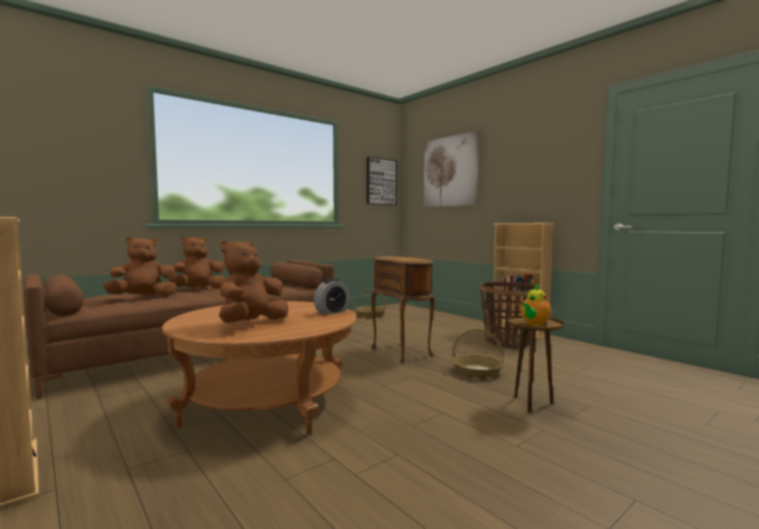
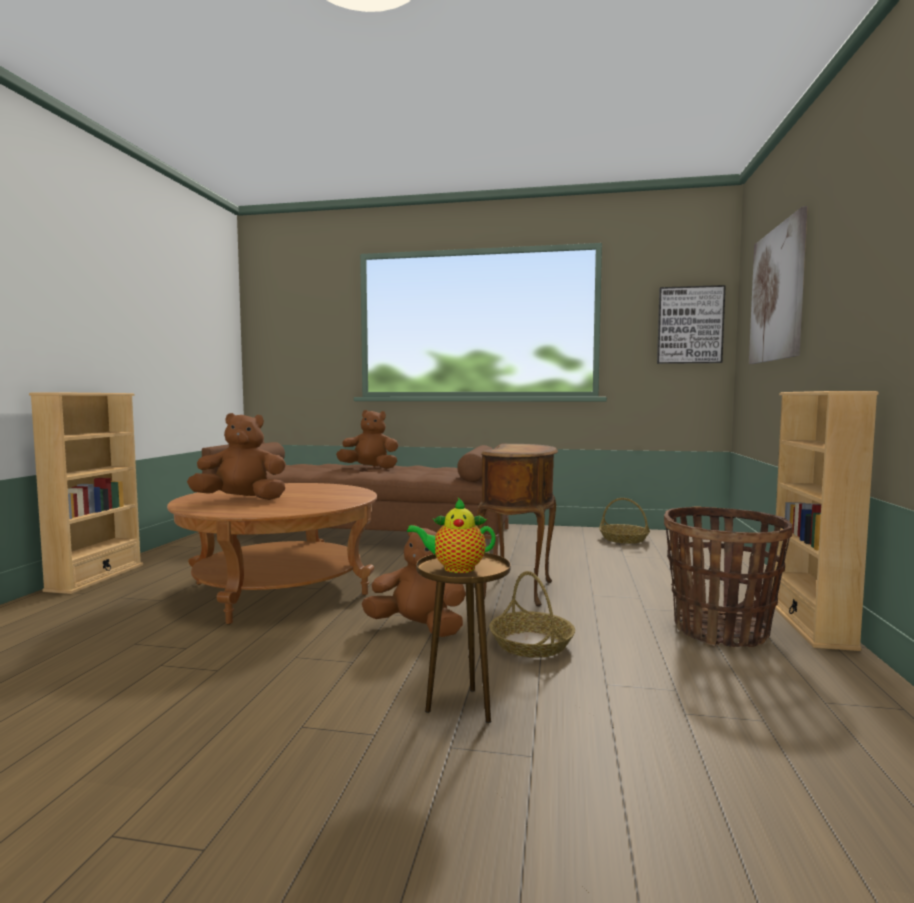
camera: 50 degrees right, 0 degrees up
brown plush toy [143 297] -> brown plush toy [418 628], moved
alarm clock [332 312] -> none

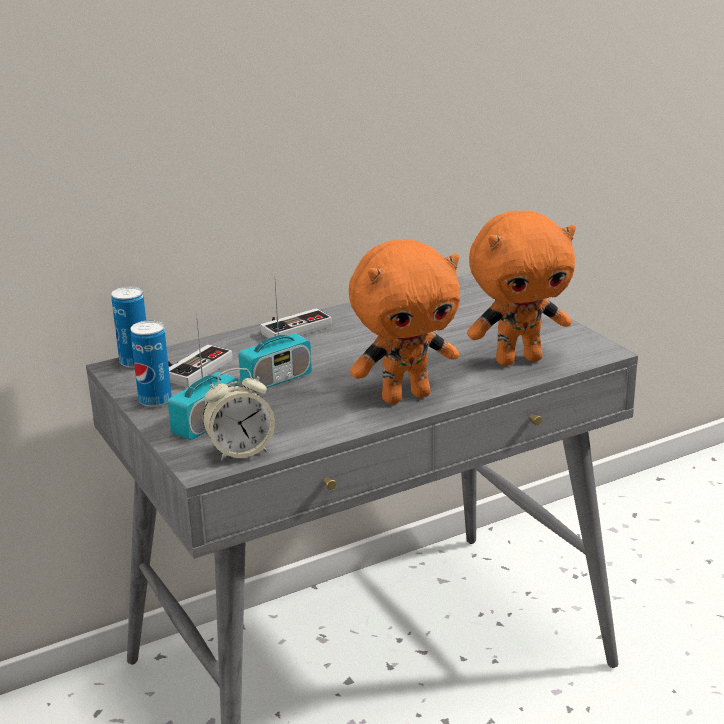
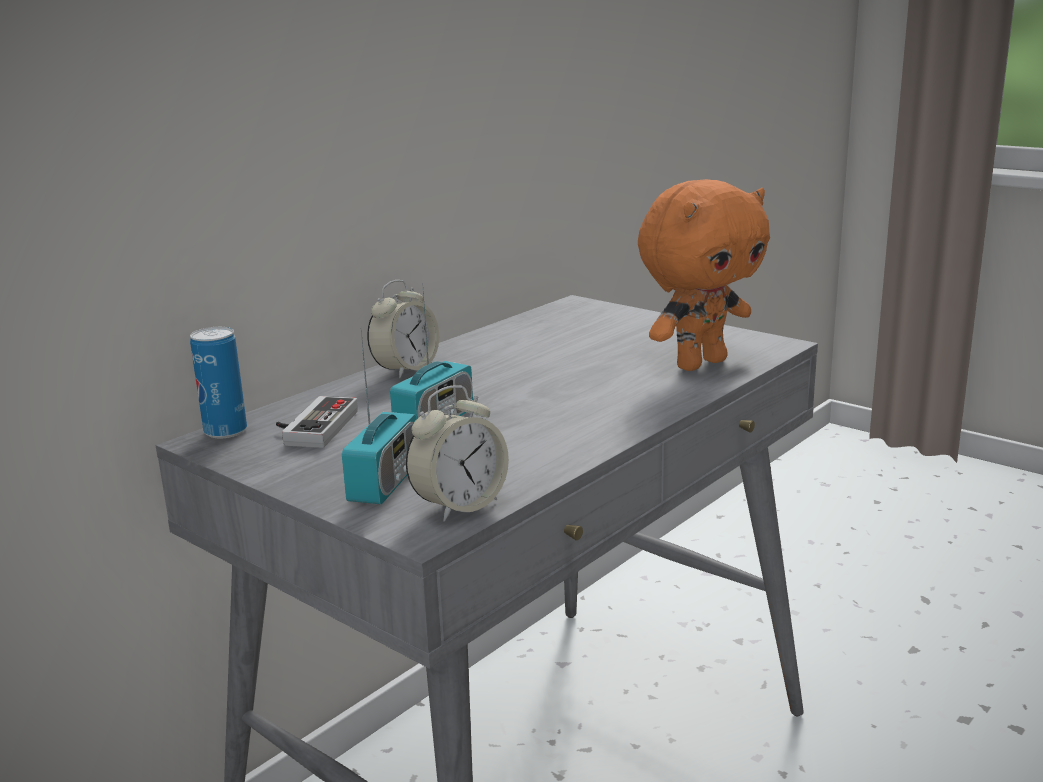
camera: 20 degrees left, 5 degrees down
can [155 400] -> none
game controller [293 327] -> alarm clock [406 369]
orange plush toy [405 396] -> none

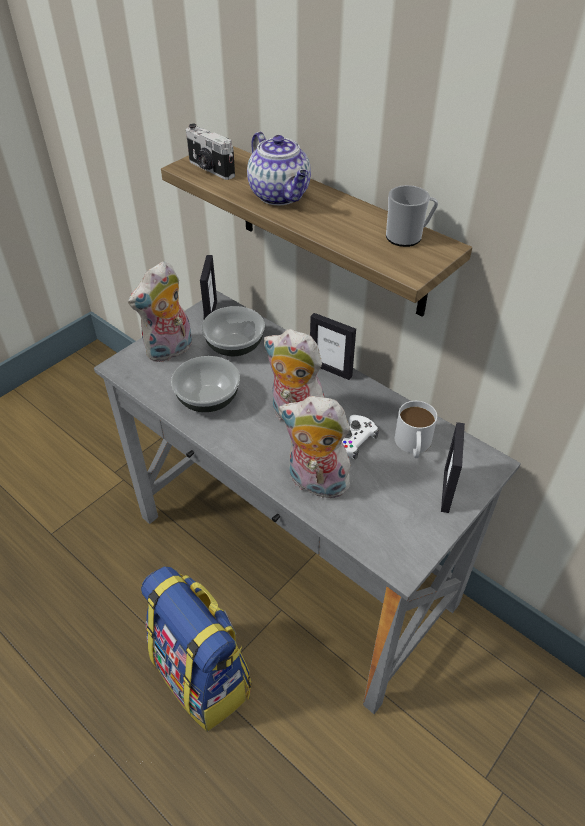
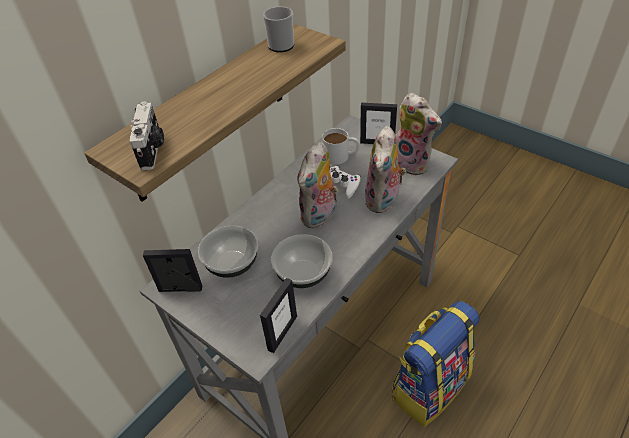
camera: 90 degrees left, 0 degrees up
plush toy [170 351] -> plush toy [413 163], moved
photo camera [210 169] -> photo camera [153 149], 45 degrees counterclockwise
teapot [280 196] -> none
picture frame [330 369] -> picture frame [282 333], moved

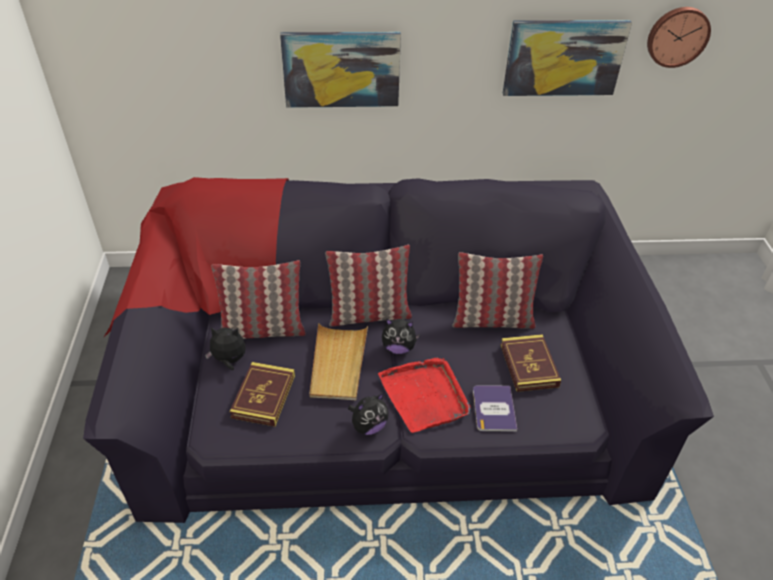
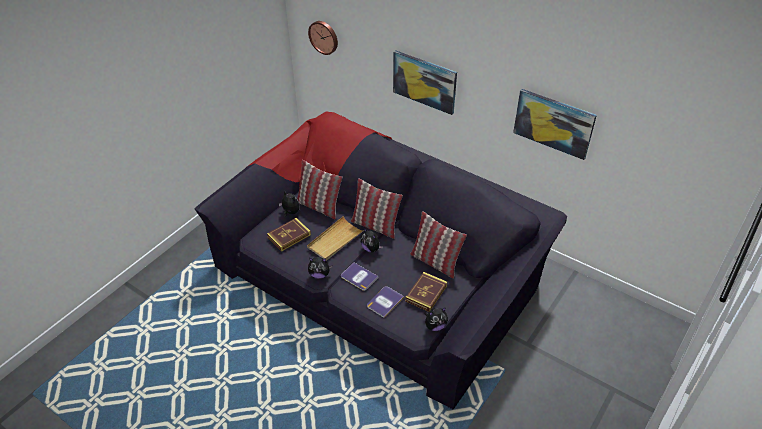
camera: 40 degrees right, 0 degrees up
red tray [425 396] -> book [358 277]
wall clock [677 36] -> wall clock [324 37], moved
none -> plush toy [435 326]

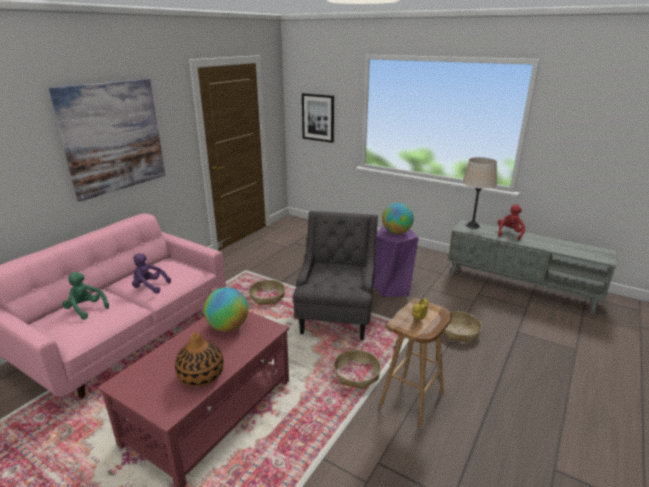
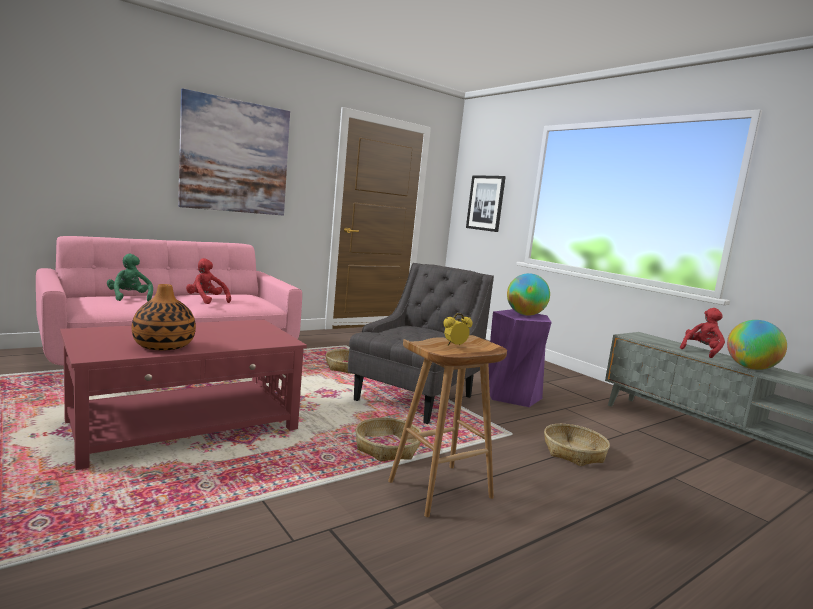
camera: 20 degrees right, 15 degrees down
purple plush toy [149 287] -> red plush toy [206 300]
globe [228 327] -> globe [750 368], moved
beige table lamp [472 225] -> none

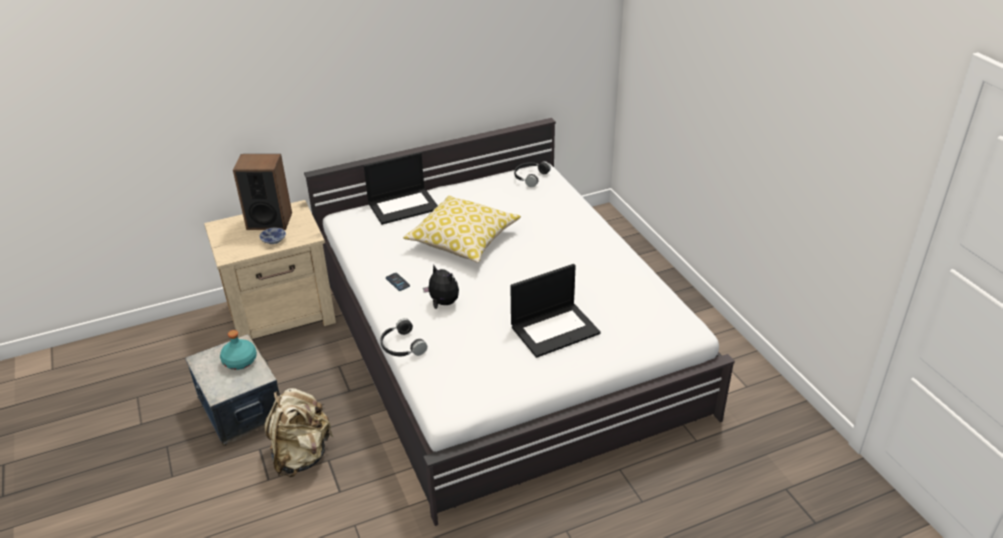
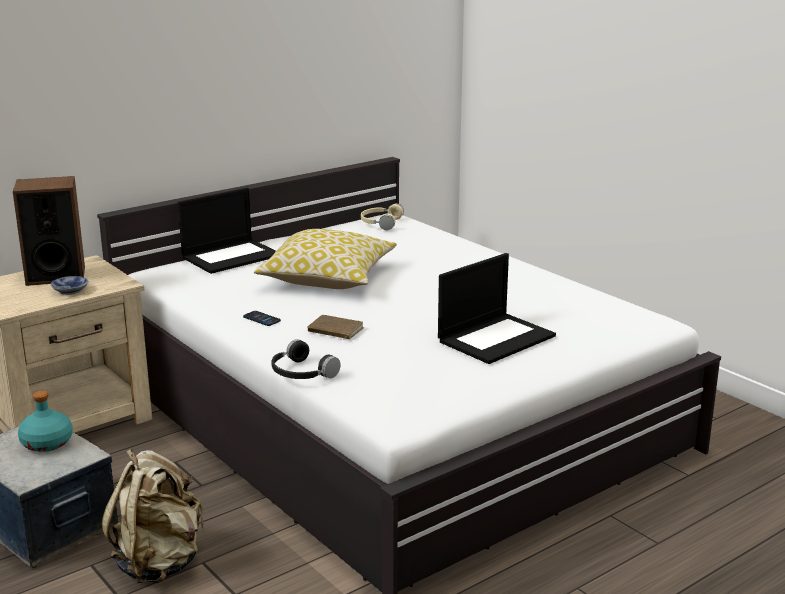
camera: 15 degrees left, 15 degrees down
plush toy [442 303] -> brown book [334 331]
black headphones [530 177] -> beige headphones [380 223]

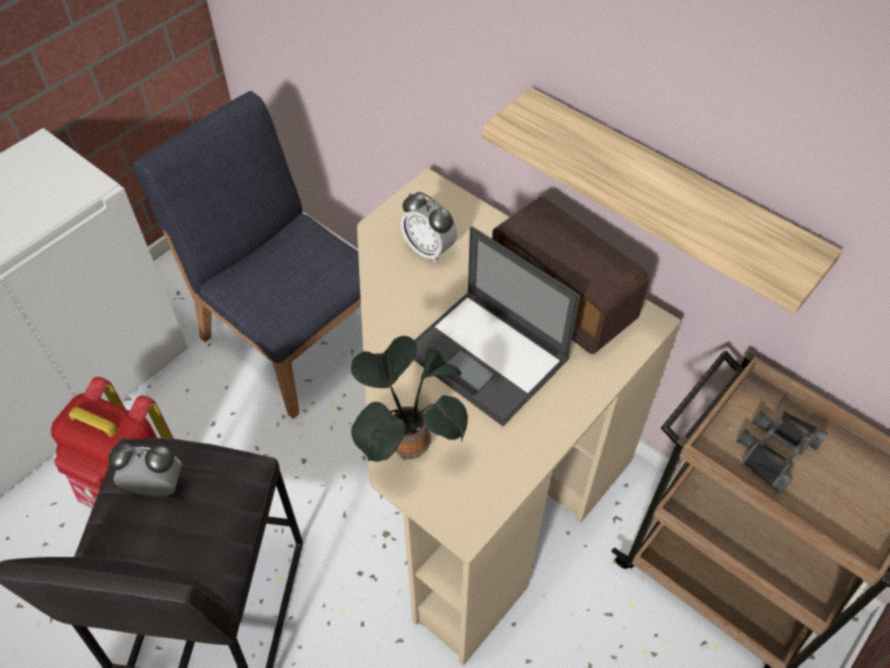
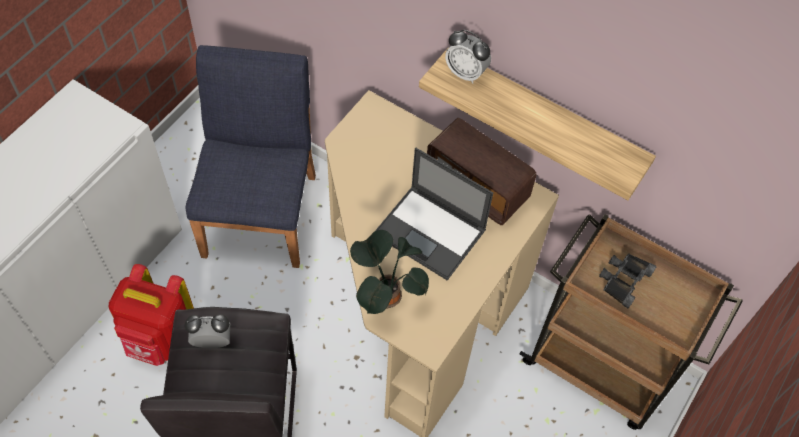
camera: 10 degrees left, 5 degrees up
blue chair [291 337] -> blue chair [261 213], 60 degrees clockwise
alarm clock [429 249] -> alarm clock [465 73], moved

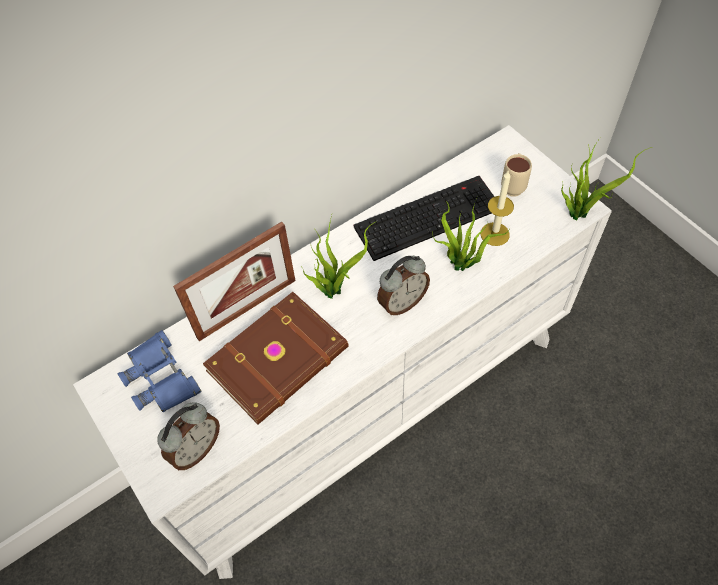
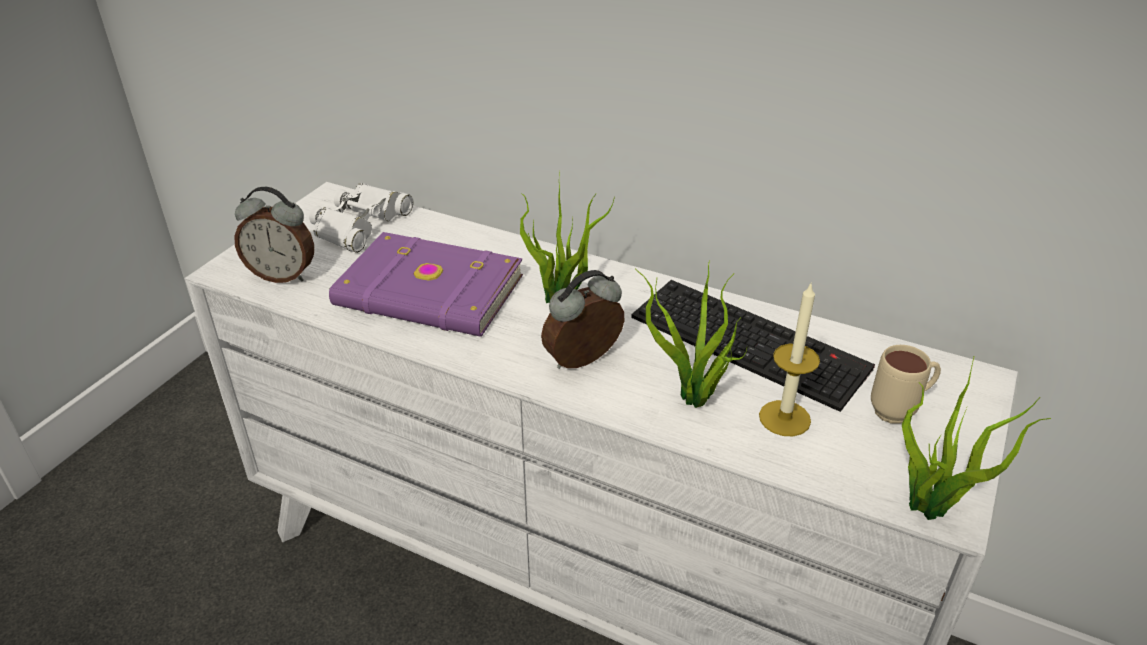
camera: 60 degrees right, 20 degrees down
blue binoculars [161 378] -> white binoculars [360 225]
picture frame [247 308] -> none
brown book [280 360] -> purple book [429 293]
alarm clock [402 302] -> alarm clock [584 362], 120 degrees clockwise

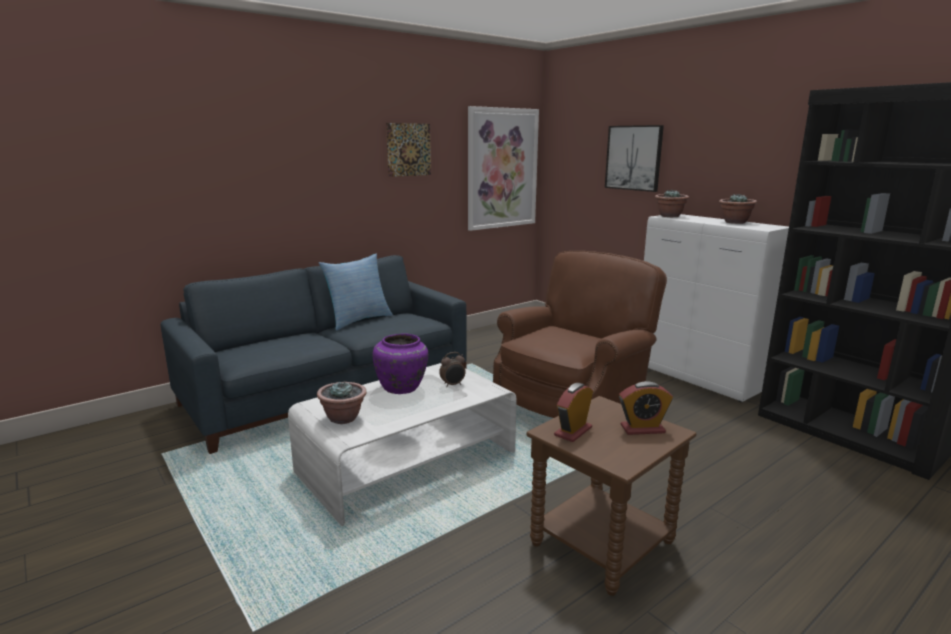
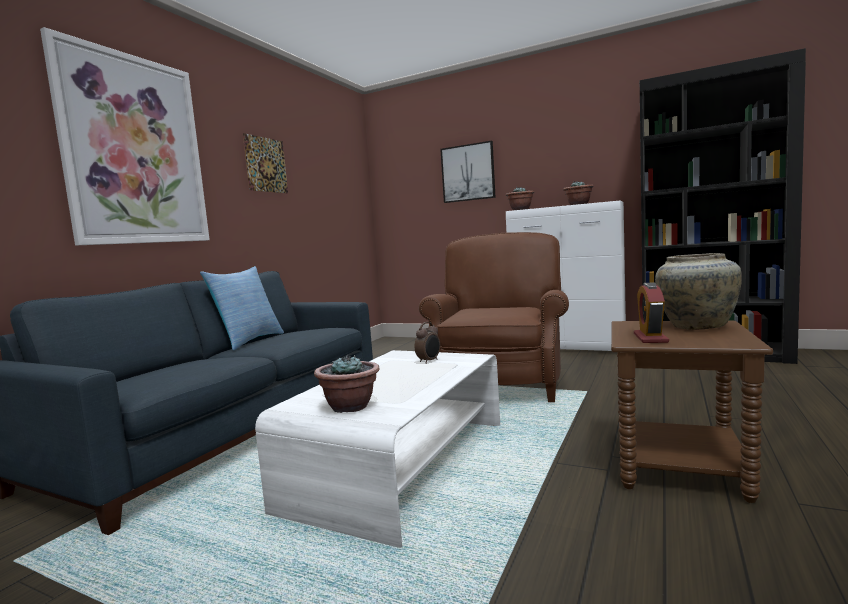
camera: 25 degrees left, 10 degrees down
purple vase [402 388] -> none
picture [502 168] -> picture [135 150], moved
alarm clock [642 429] -> beige vase [696 326]

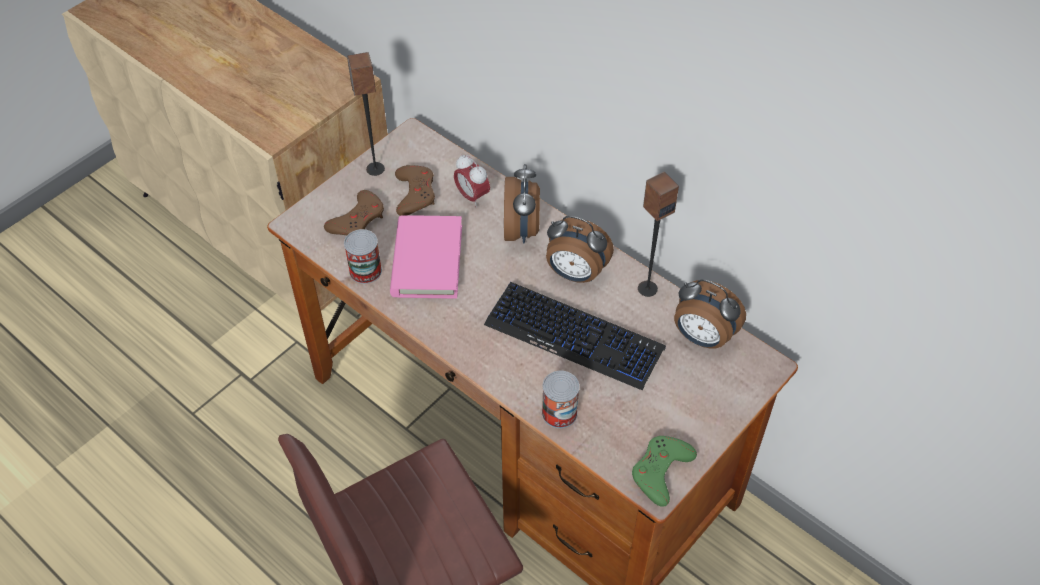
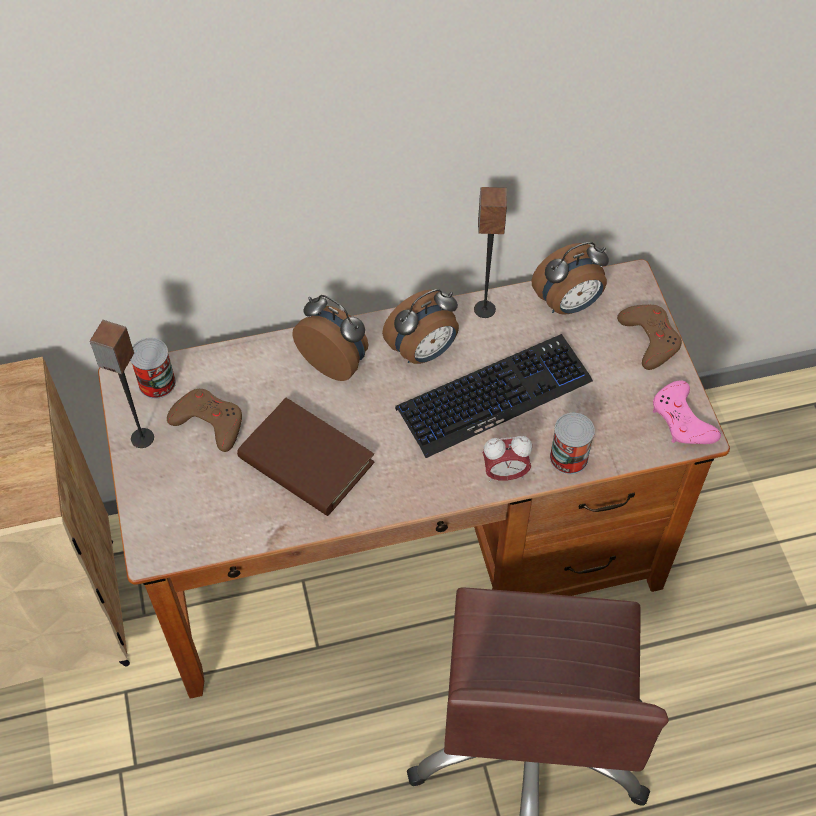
camera: 55 degrees left, 5 degrees up
brown game controller [357 220] -> brown game controller [649 339], moved
can [365 271] -> can [157 383], moved
pink book [427 261] -> brown book [306 461]
alarm clock [472 197] -> alarm clock [505 474], moved
green game controller [661 471] -> pink game controller [682 420]

